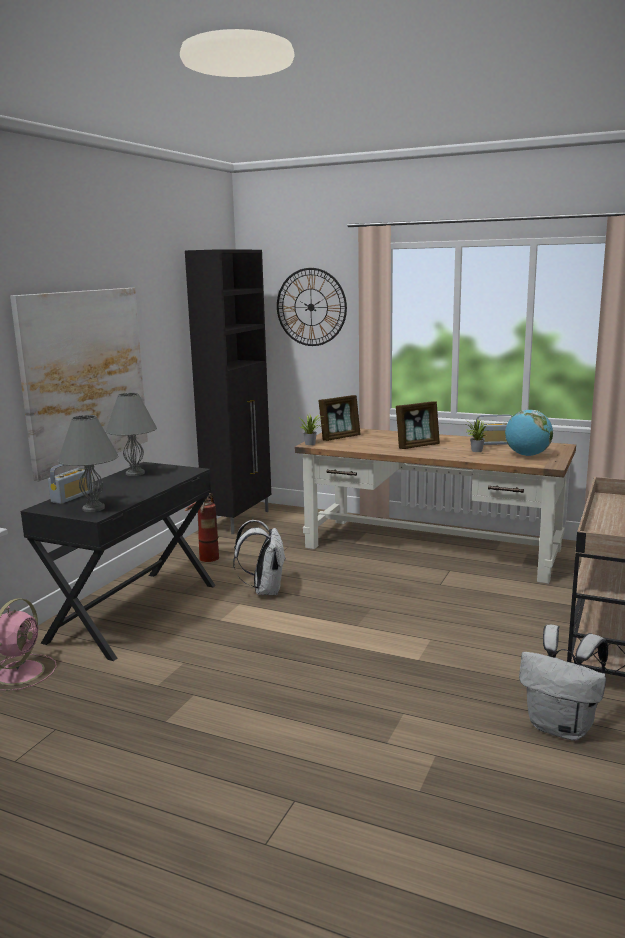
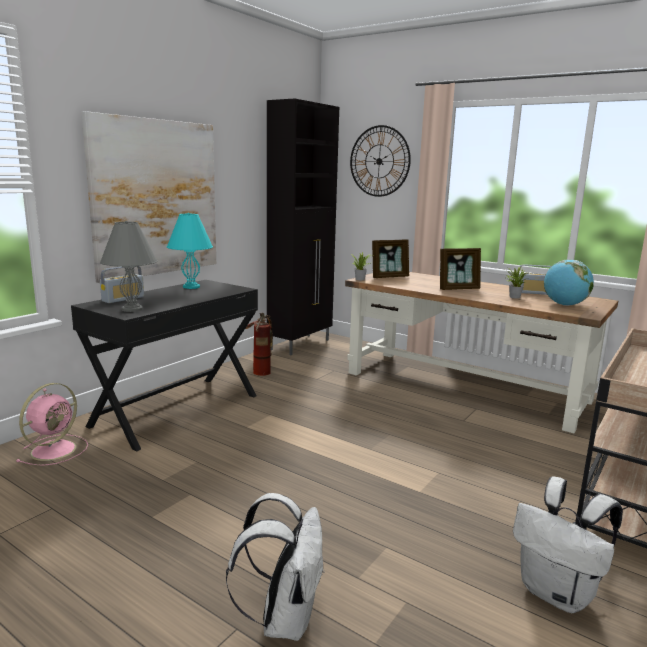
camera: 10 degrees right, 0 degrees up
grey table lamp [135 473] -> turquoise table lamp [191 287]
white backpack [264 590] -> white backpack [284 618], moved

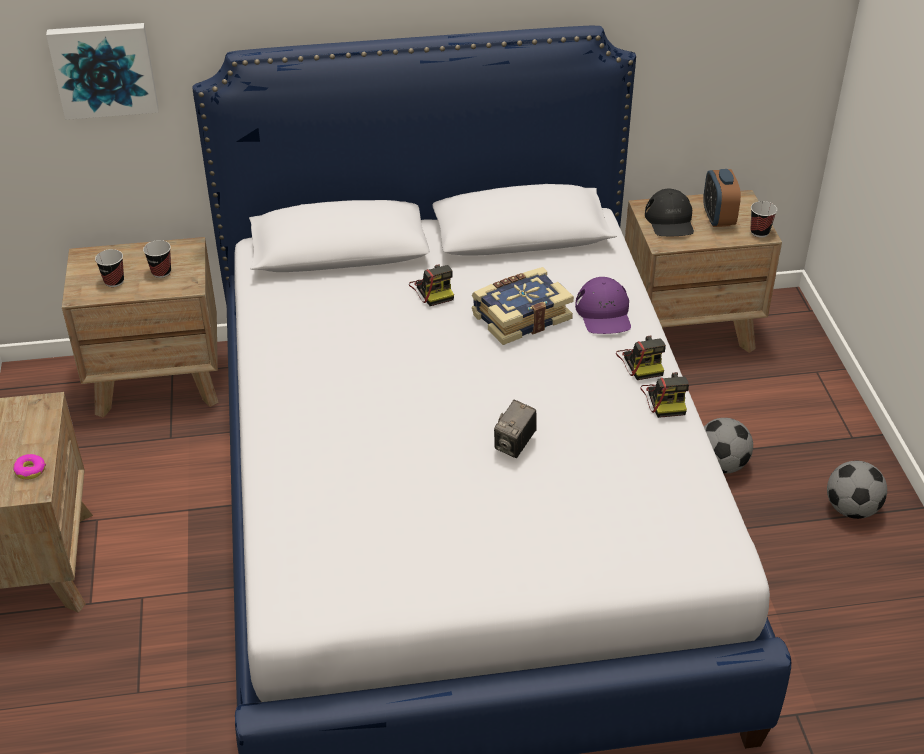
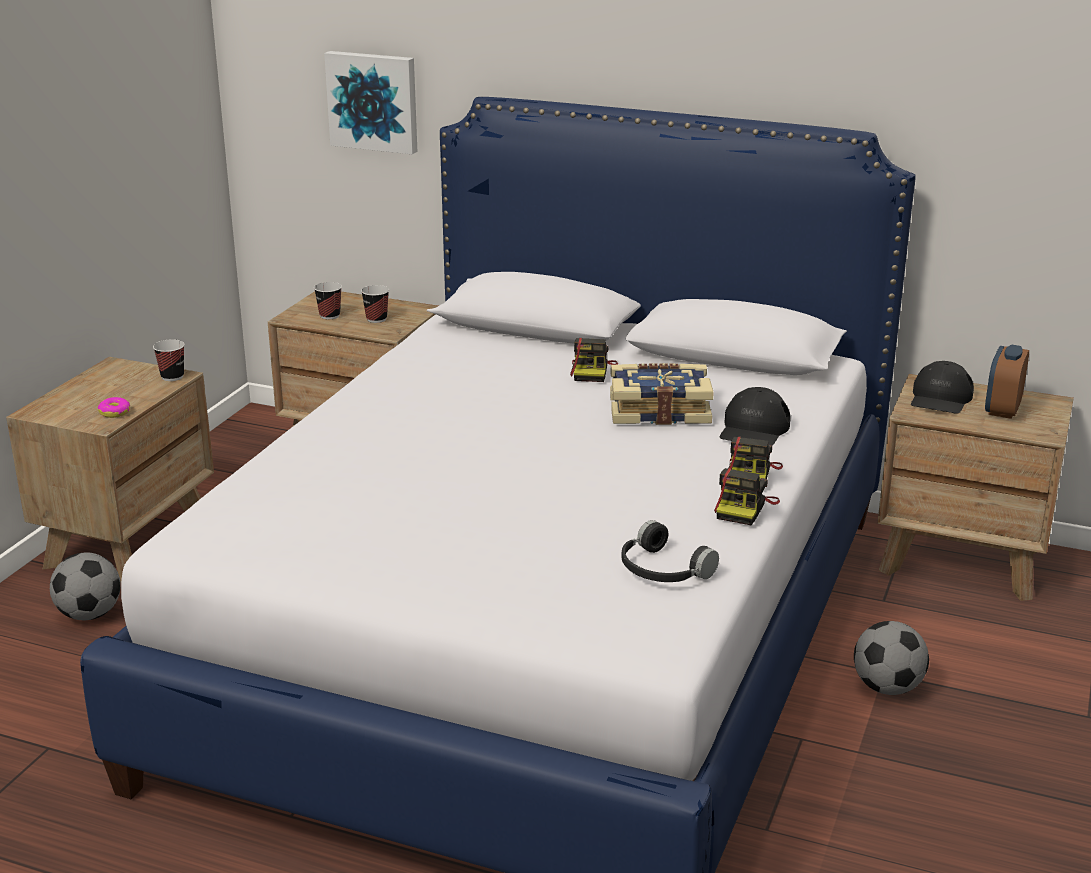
camera: 30 degrees right, 15 degrees down
photo camera [515 445] -> none
purple cap [604 313] -> black cap [753 429]
cup [759 232] -> cup [172 377], moved
football [851 509] -> football [90 614], moved
none -> black headphones [661 570]

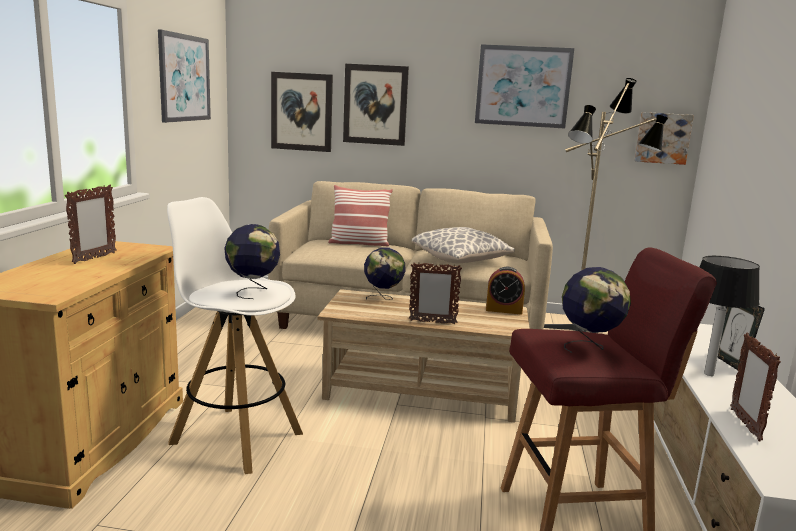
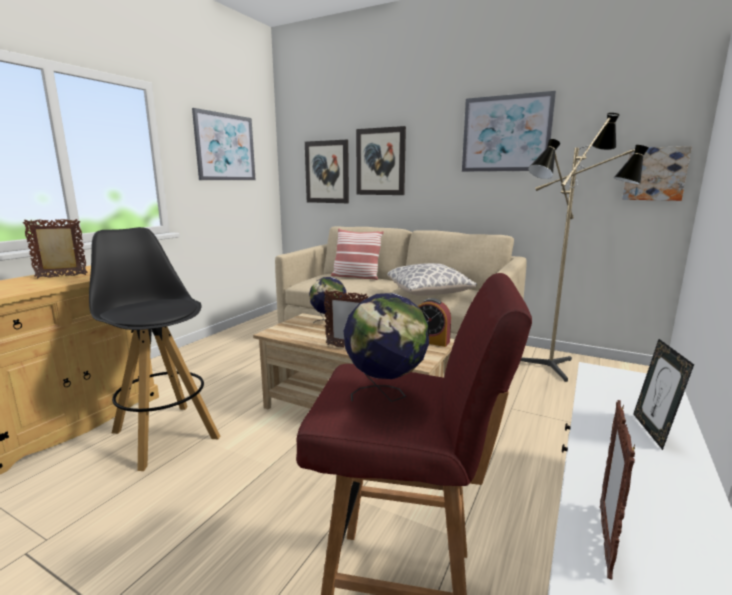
camera: 20 degrees right, 0 degrees up
picture frame [94 258] -> picture frame [62 276], 150 degrees counterclockwise
white stool [235 437] -> black stool [165 434]
globe [253 291] -> none
table lamp [708 374] -> none

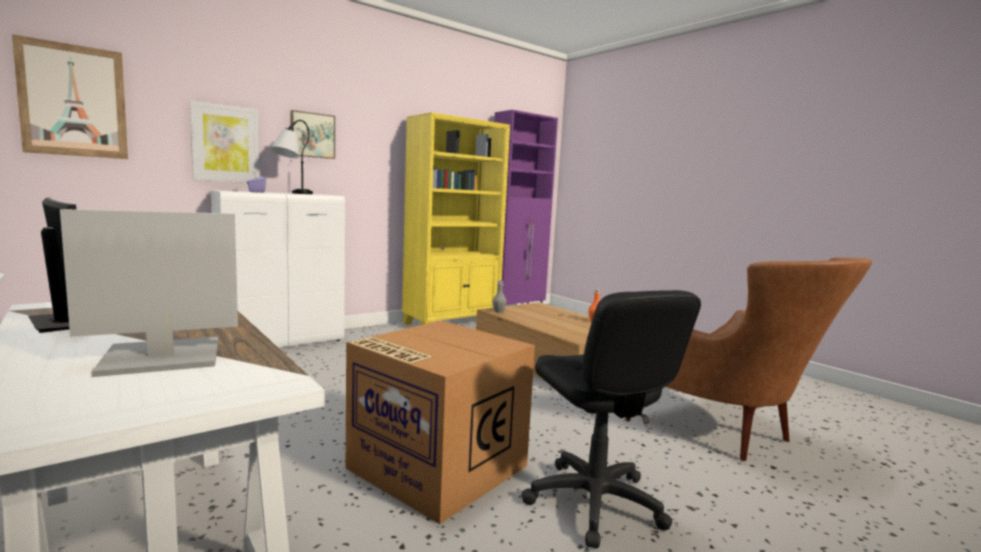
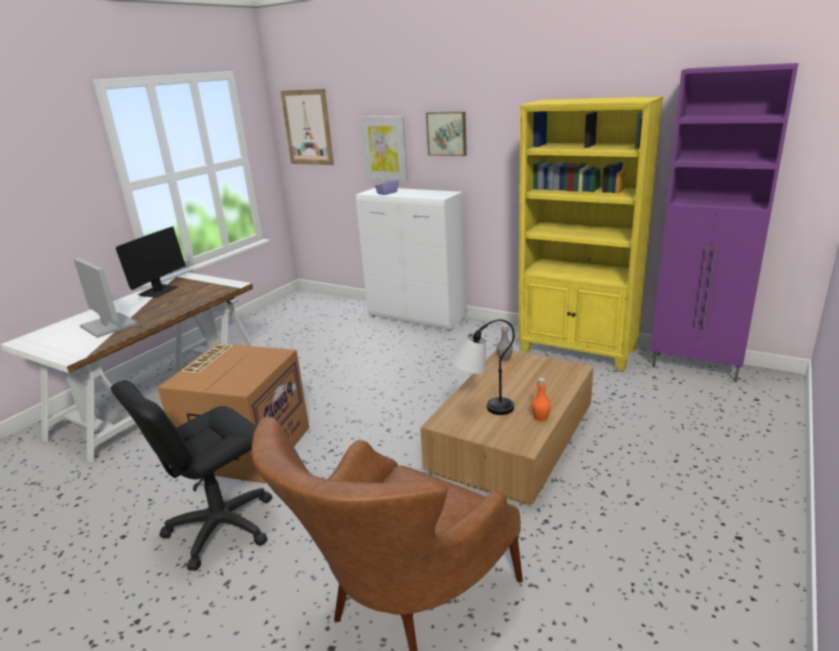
camera: 70 degrees right, 15 degrees up
table lamp [292 193] -> table lamp [481 408], moved

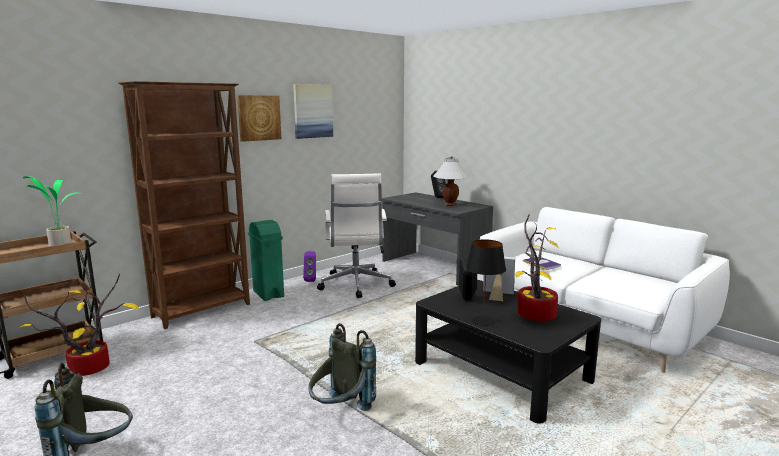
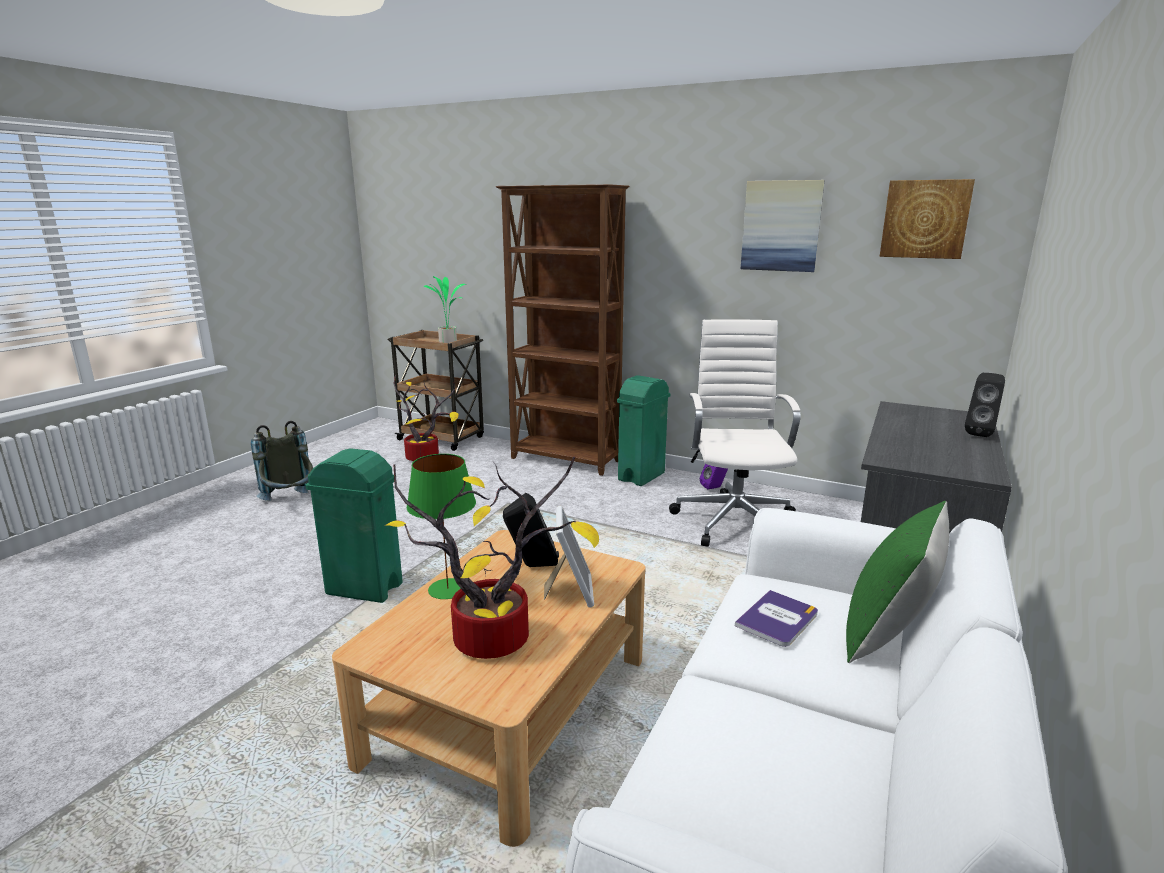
camera: 70 degrees right, 5 degrees up
picture [259 118] -> picture [925 219], moved
grey backpack [340 412] -> green trash can [365 589]
white office chair [355 285] -> white office chair [734 520], 120 degrees clockwise
black coffee table [501 371] -> beige coffee table [510 707]
white table lamp [450 205] -> none
black table lamp [483 320] -> green table lamp [448 589]
none -> green pillow [888 635]

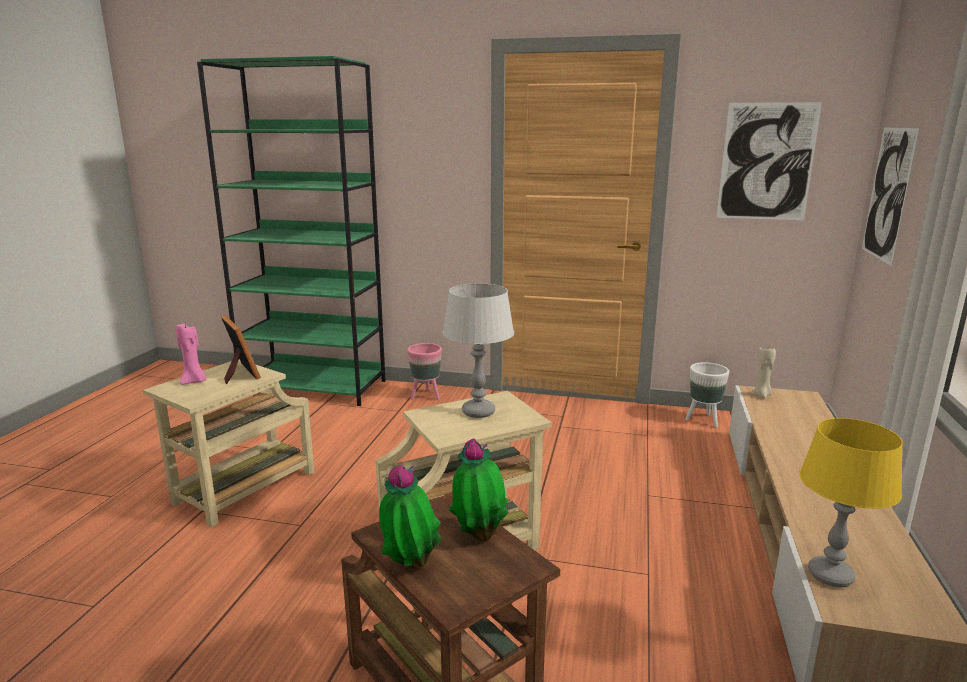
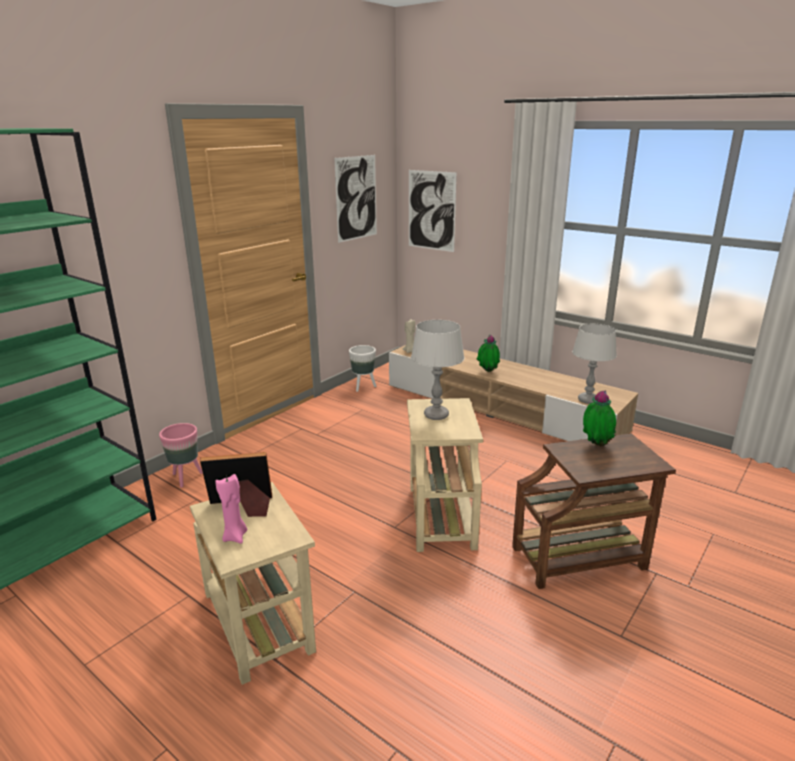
camera: 65 degrees left, 5 degrees up
potted plant [409 565] -> potted plant [487 372], moved
yellow table lamp [830 575] -> grey table lamp [588 400]

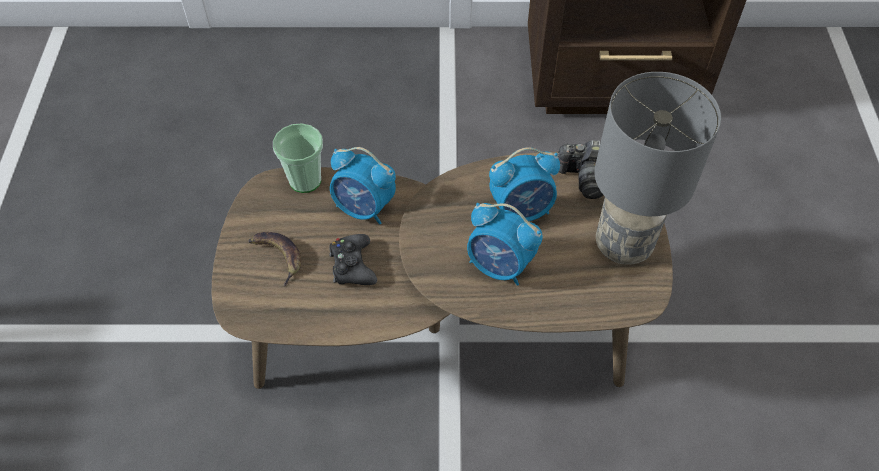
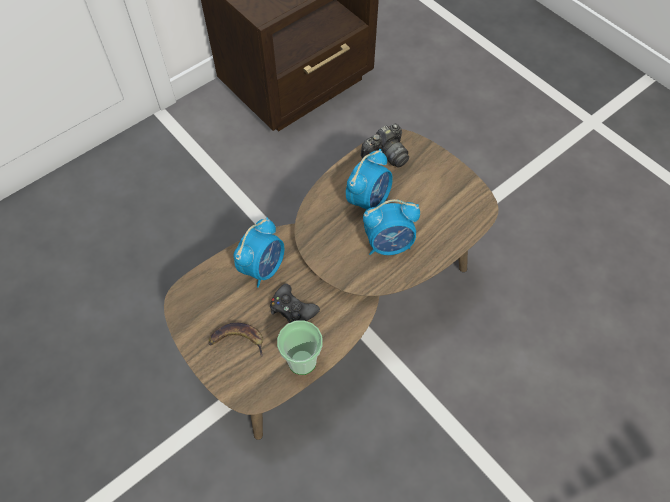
camera: 40 degrees left, 5 degrees up
cup [305 180] -> cup [302 361], moved
alarm clock [364 208] -> alarm clock [263 267], 45 degrees counterclockwise
grey table lamp [624 245] -> none

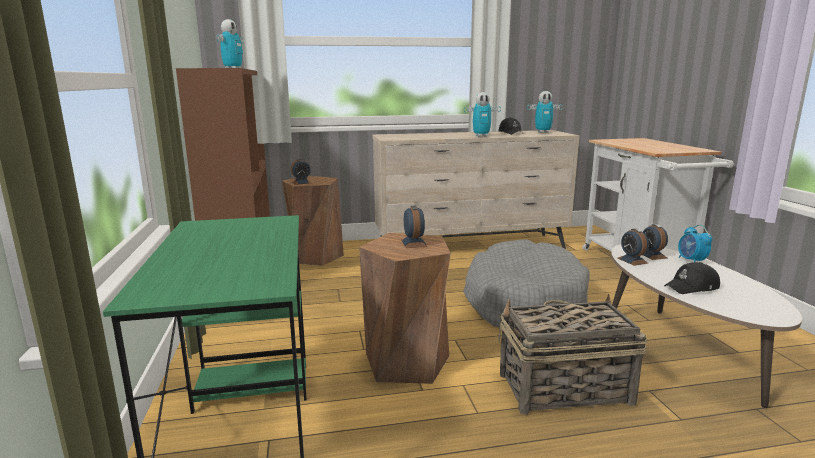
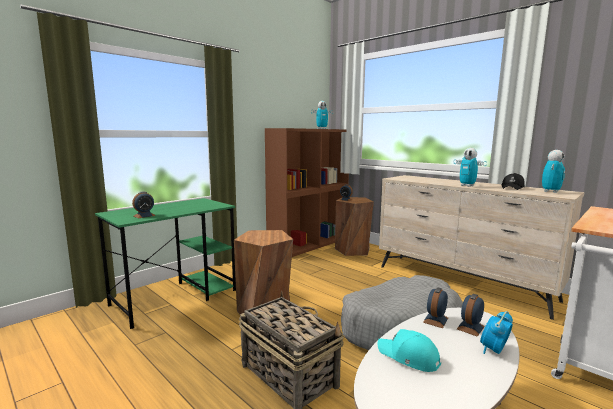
camera: 55 degrees right, 5 degrees down
alarm clock [414 243] -> alarm clock [144 215], moved
toy robot [543 132] -> toy robot [550 192], 105 degrees counterclockwise
black cap [692 287] -> turquoise cap [408 357]

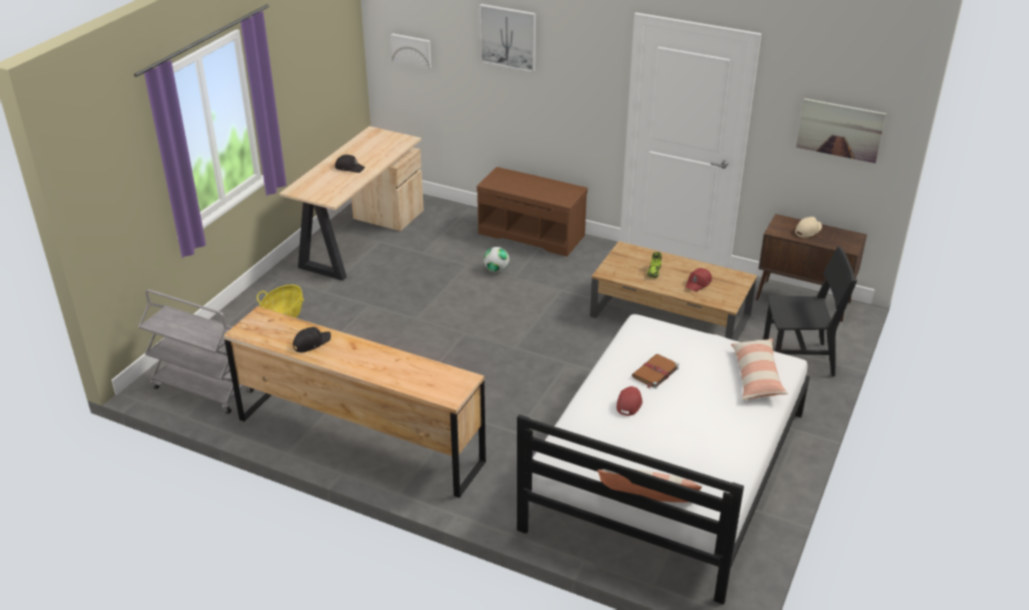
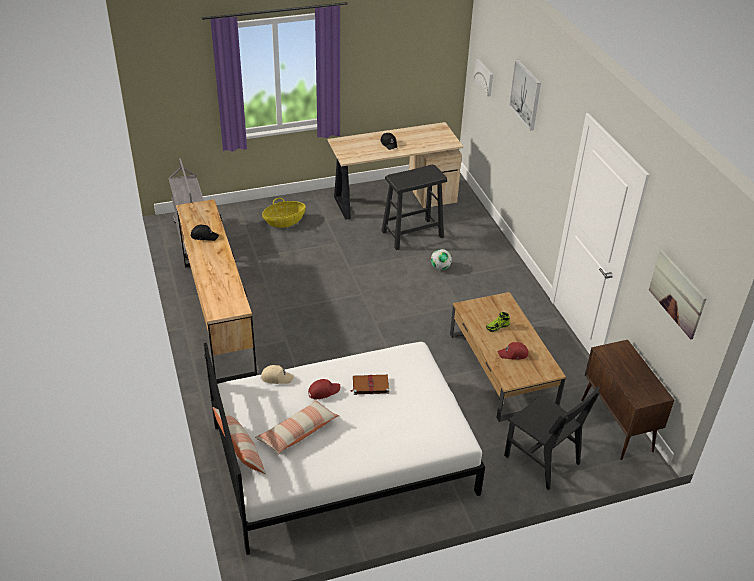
camera: 45 degrees right, 5 degrees up
brown bench [532 234] -> none
pillow [756 376] -> pillow [297 432], moved
beige cap [808 230] -> beige cap [276 377], moved
none -> black stool [412 234]

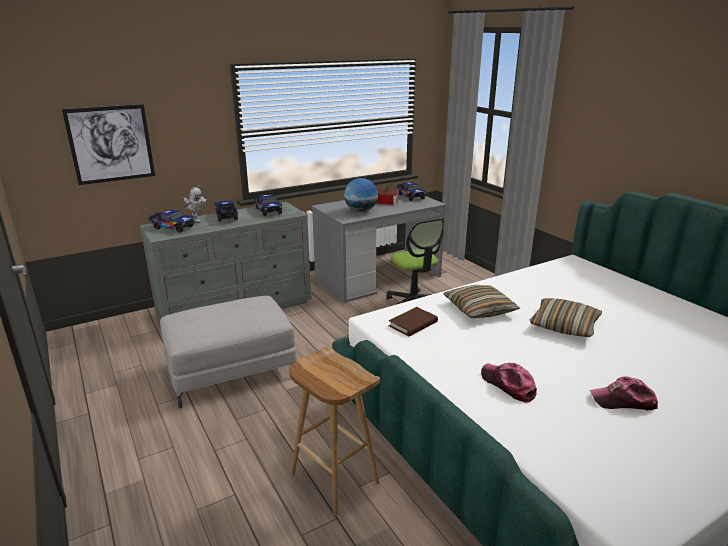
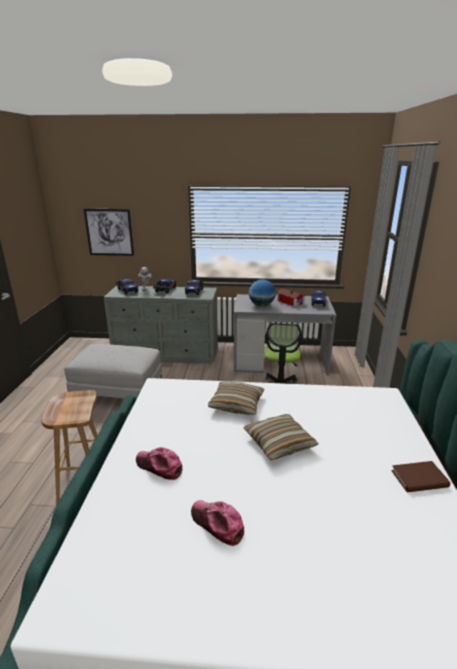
camera: 35 degrees right, 0 degrees up
brown book [413 324] -> brown book [419 479], moved
cap [508 385] -> cap [159 466], 60 degrees counterclockwise

